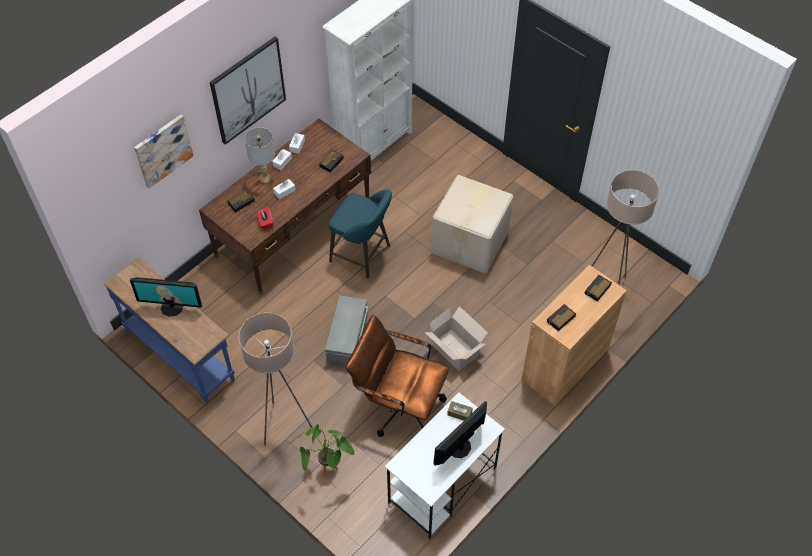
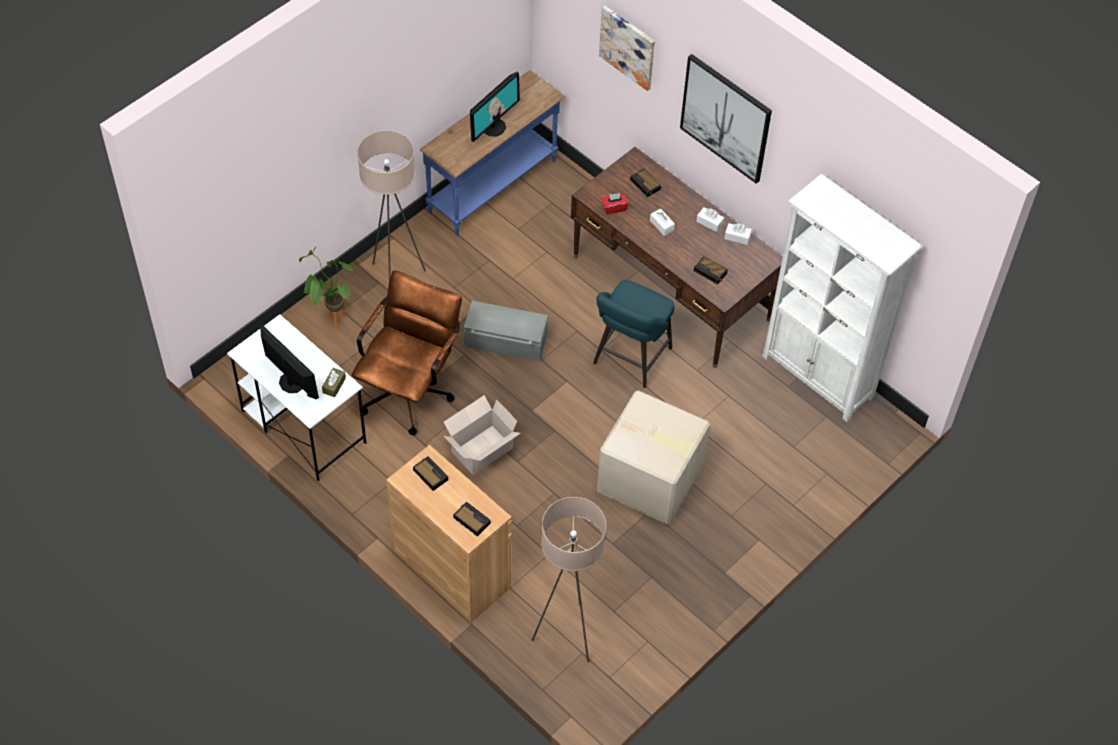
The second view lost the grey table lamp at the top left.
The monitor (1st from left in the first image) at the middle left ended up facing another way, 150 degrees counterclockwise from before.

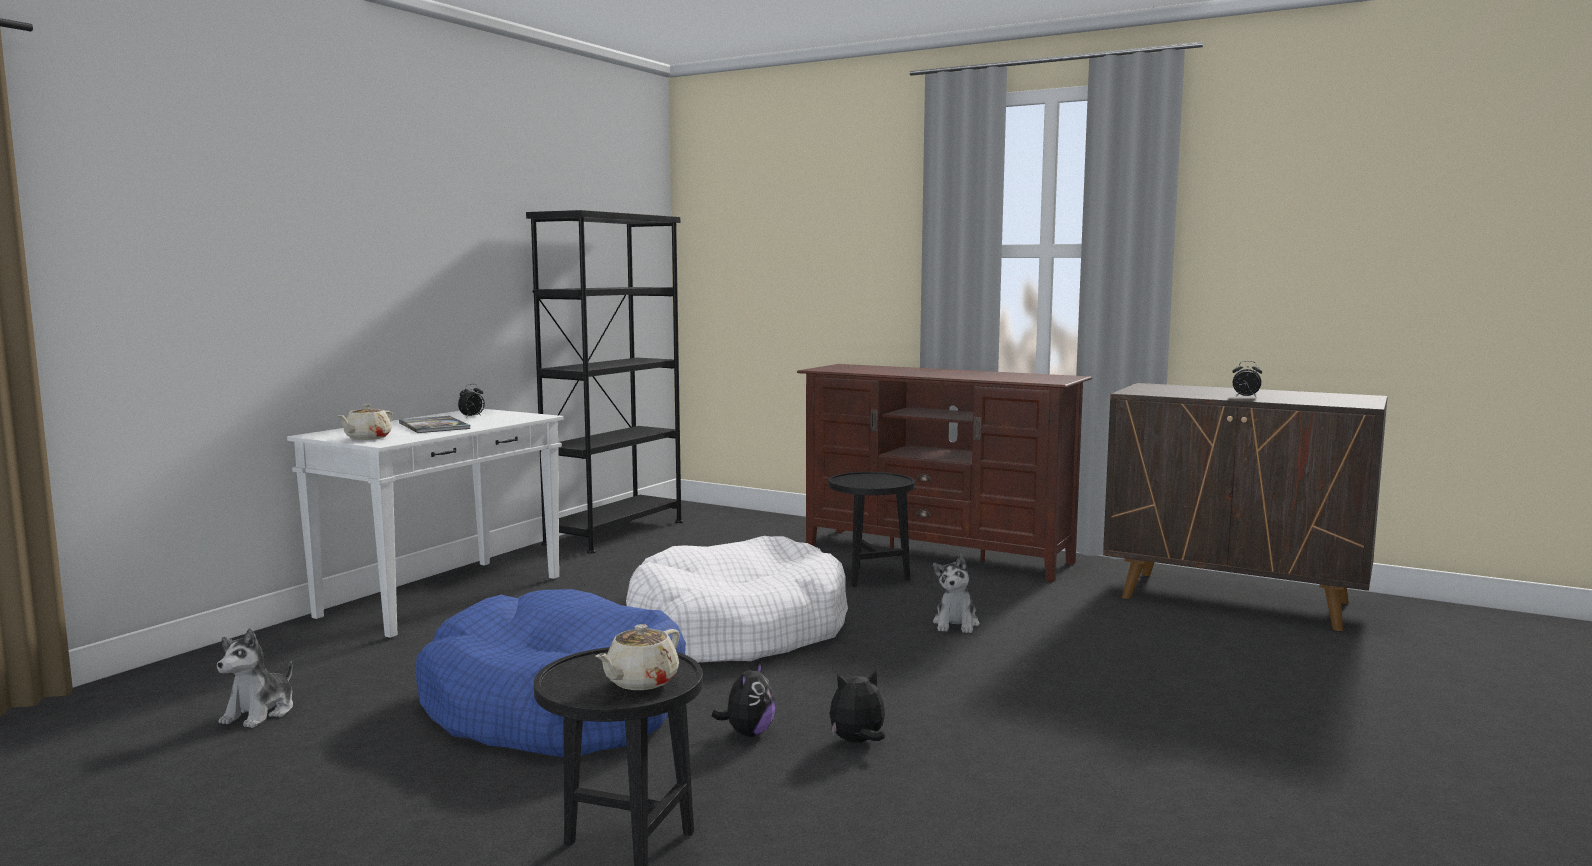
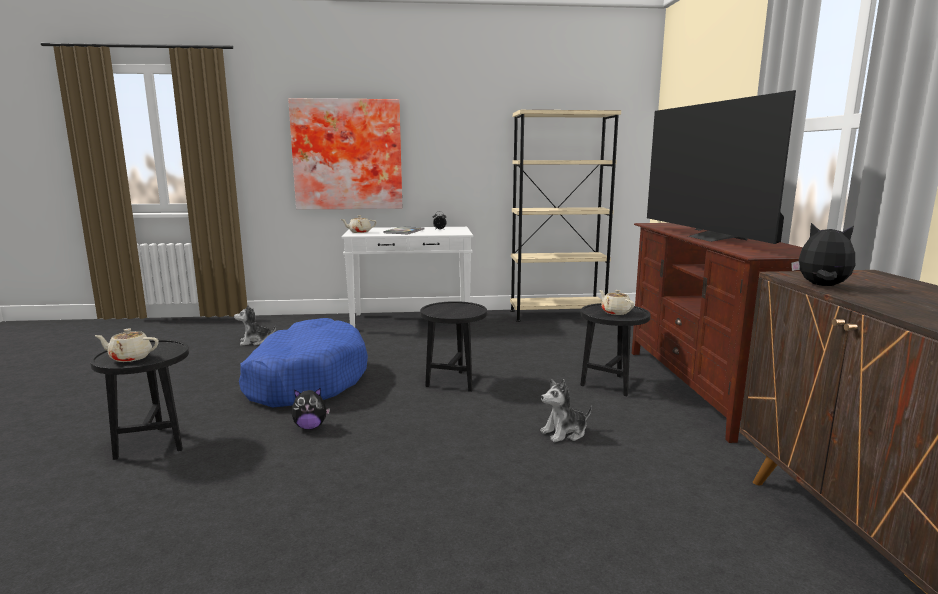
The second view lost the alarm clock (2nd from left) at the middle right.
The second view gained the picture at the top centre.
The second view gained the beige teapot (3rd from left) at the centre.
The second view gained the television at the top right.
The plush toy (3rd from left in the first image) ended up elsewhere, having gone from the bottom centre to the middle right.
Where the white dog bed stood at the bottom centre, the black side table (2nd from left) came to stand at the centre.
What was the black bookcase at the centre turned into the beige bookcase at the centre.

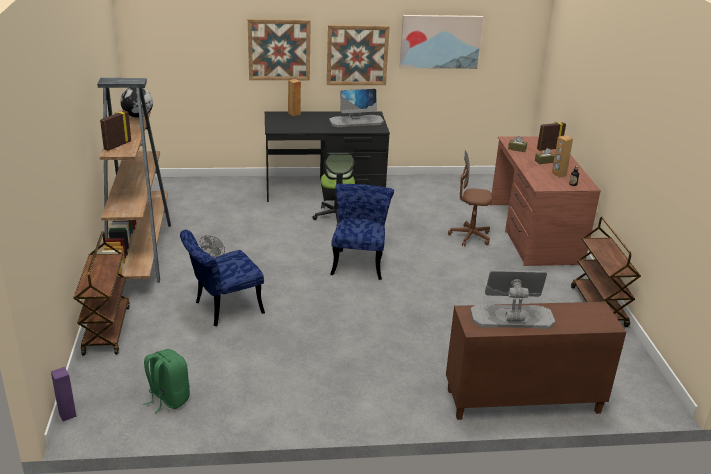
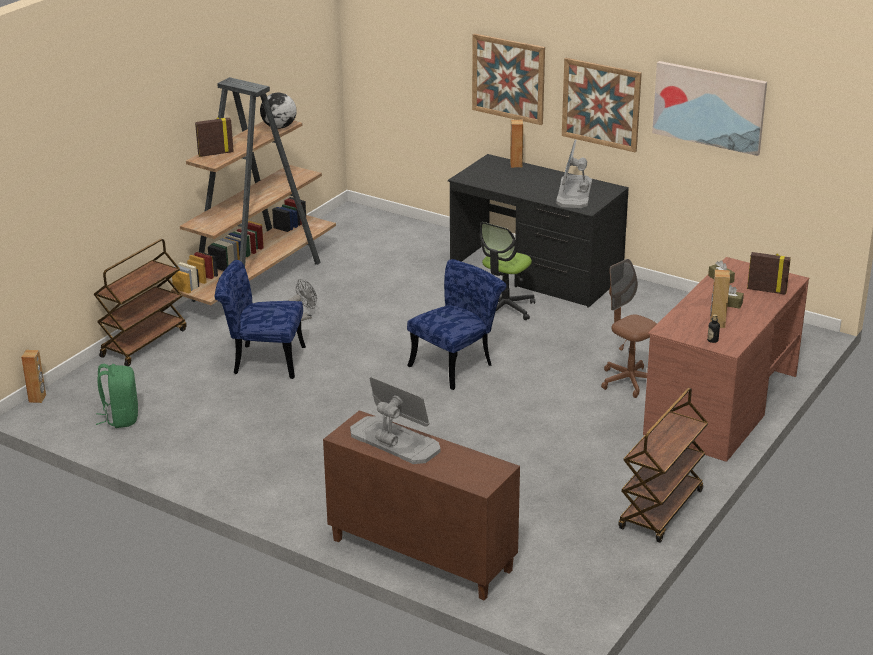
What was the purple speaker at the bottom left turned into the brown speaker (1st from left) at the middle left.
The monitor (1st from left in the first image) at the top centre ended up facing another way, 75 degrees clockwise from before.

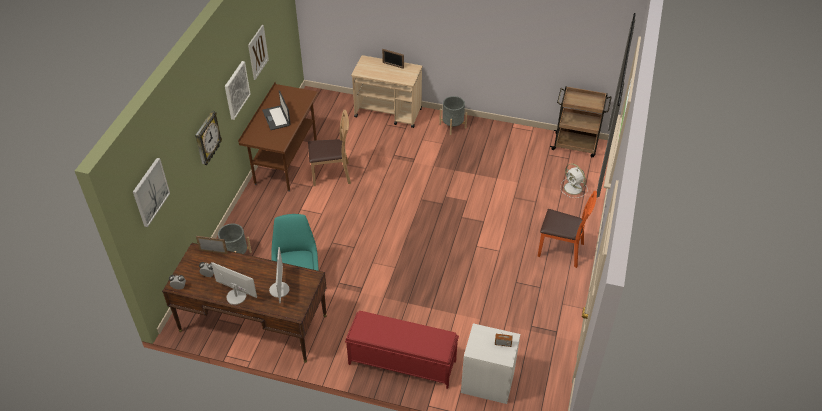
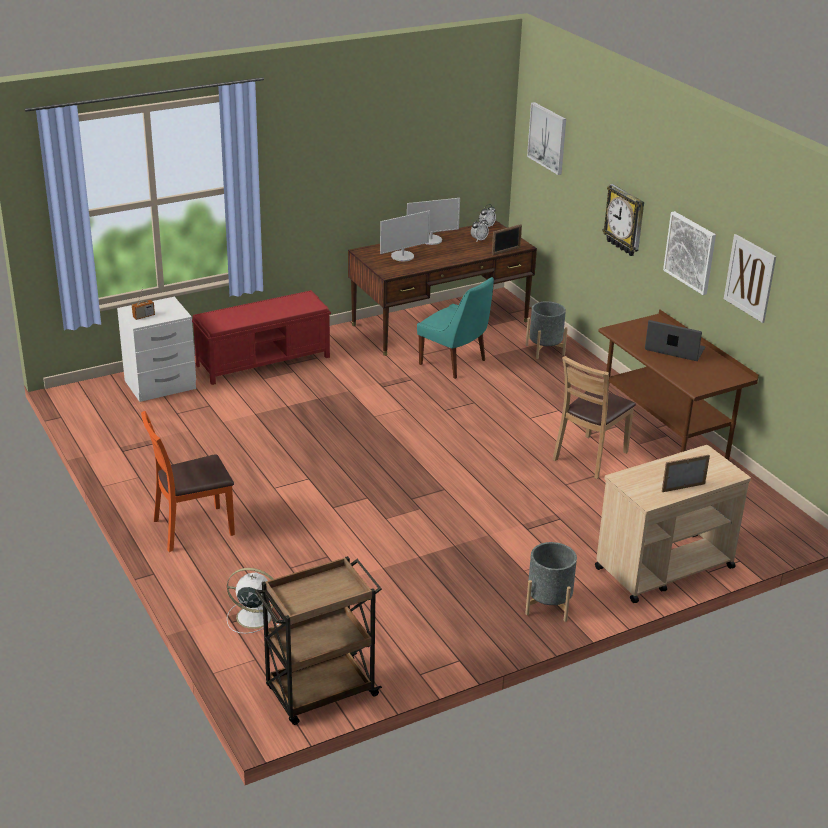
The monitor (2nd from left in the first image) at the bottom centre ended up facing another way, 75 degrees counterclockwise from before.

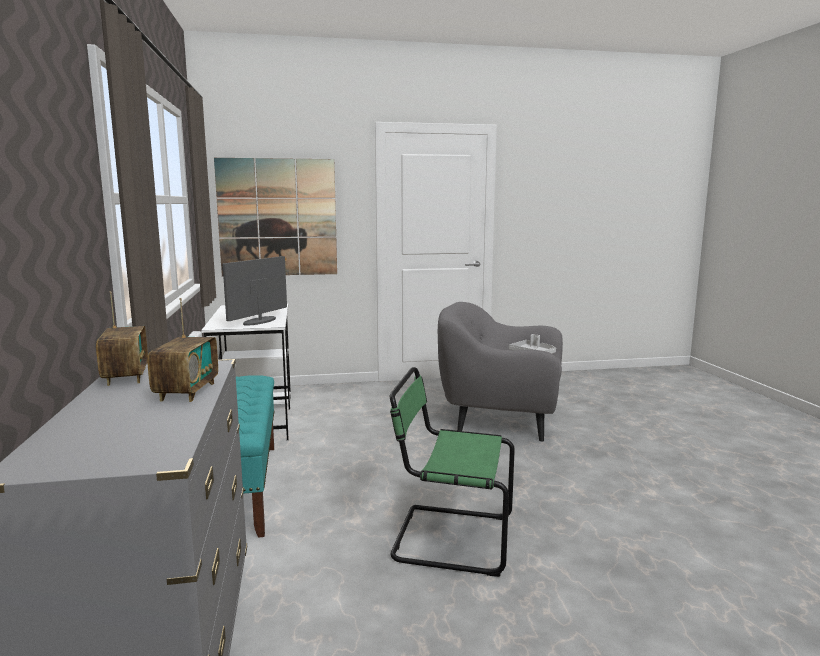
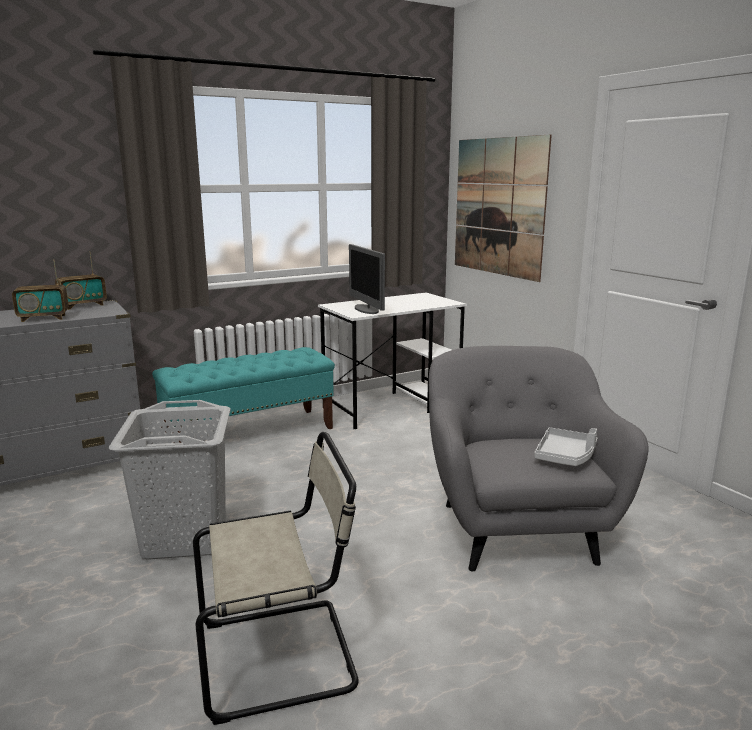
The second view gained the beige chair at the bottom centre.
Where the green chair stood at the bottom centre, the grey laundry basket came to stand at the middle left.
The monitor at the middle left ended up facing another way, 120 degrees counterclockwise from before.

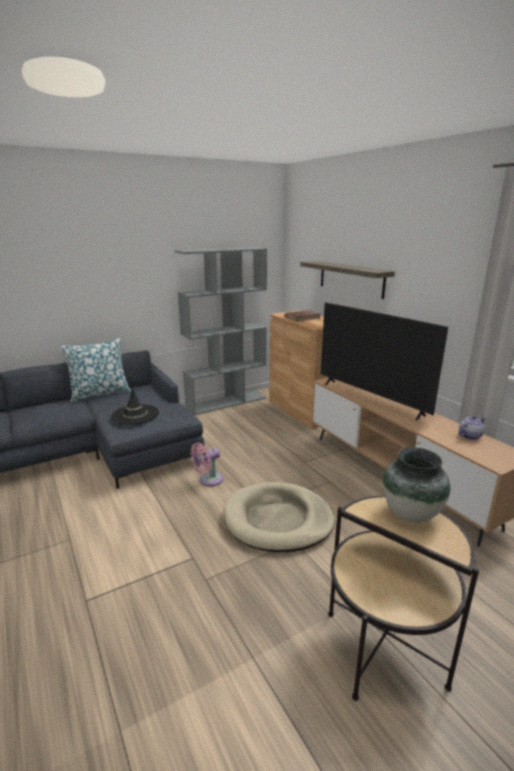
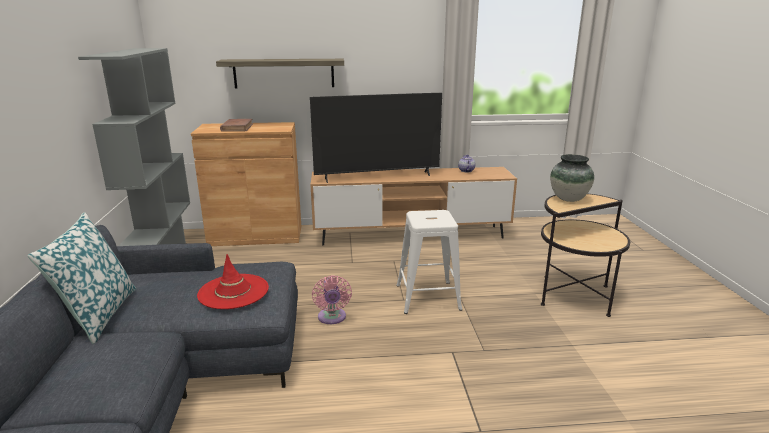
Where the beige dog bed stood at the bottom centre, the white stool came to stand at the centre.
What was the black hat at the middle left turned into the red hat at the middle left.

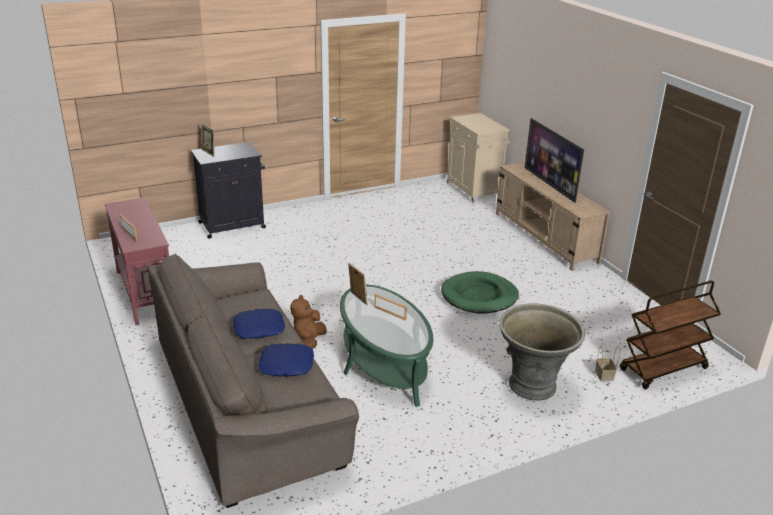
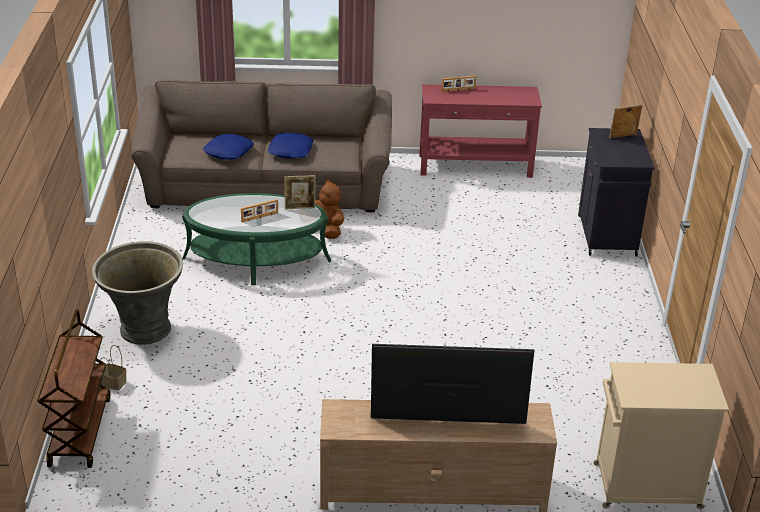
The second view lost the green dog bed at the centre.

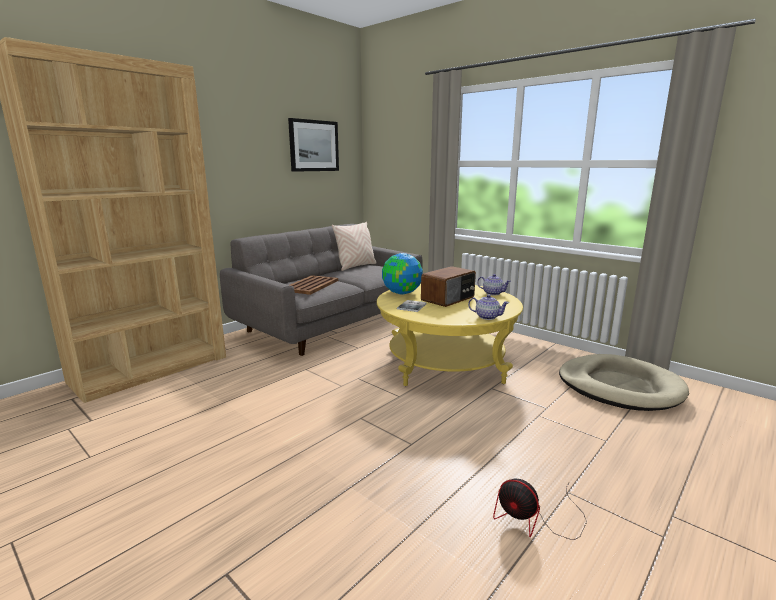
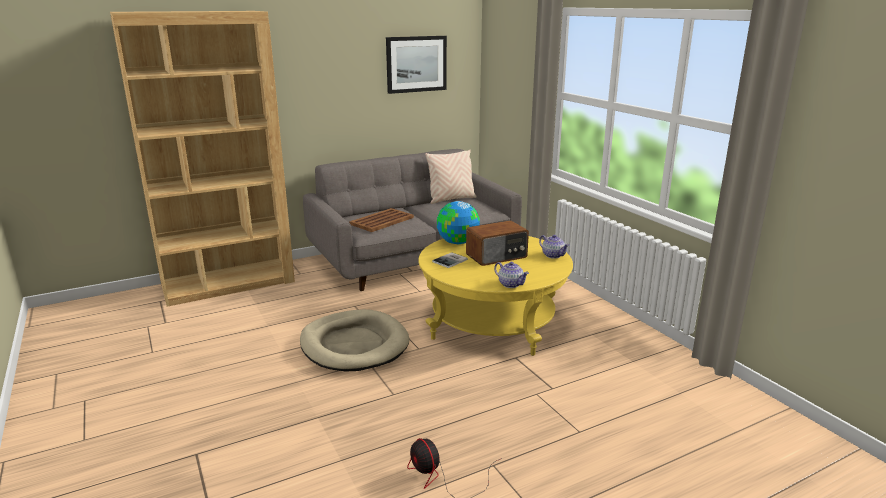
The beige dog bed ended up elsewhere, having gone from the middle right to the bottom centre.

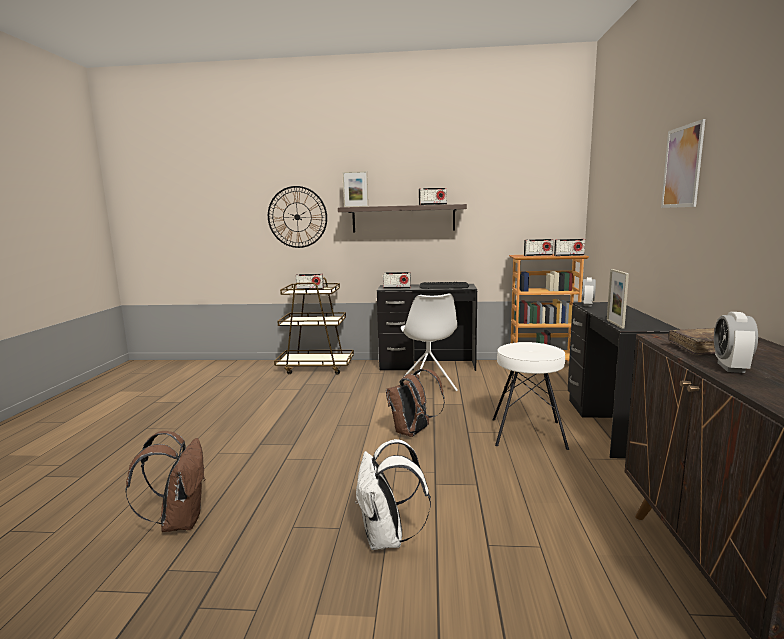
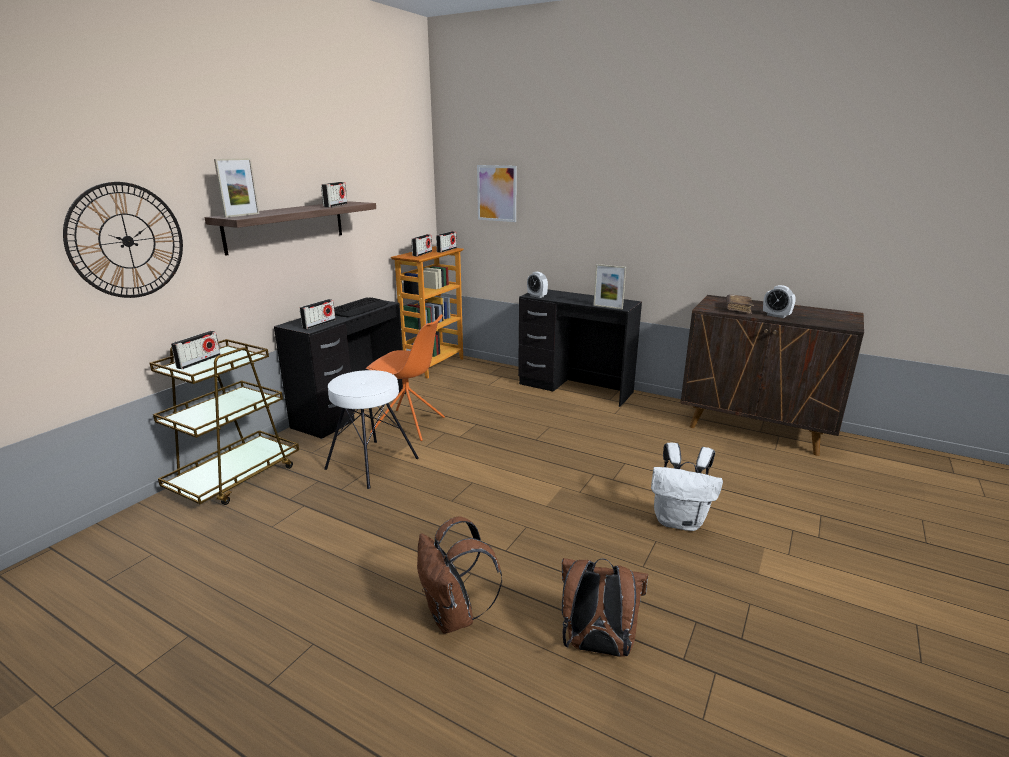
The brown backpack (2nd from left in the first image) ended up elsewhere, having gone from the centre to the bottom centre.
The white stool ended up elsewhere, having gone from the middle right to the centre.
The picture ended up elsewhere, having gone from the top right to the top centre.
What was the white chair at the centre turned into the orange chair at the centre.

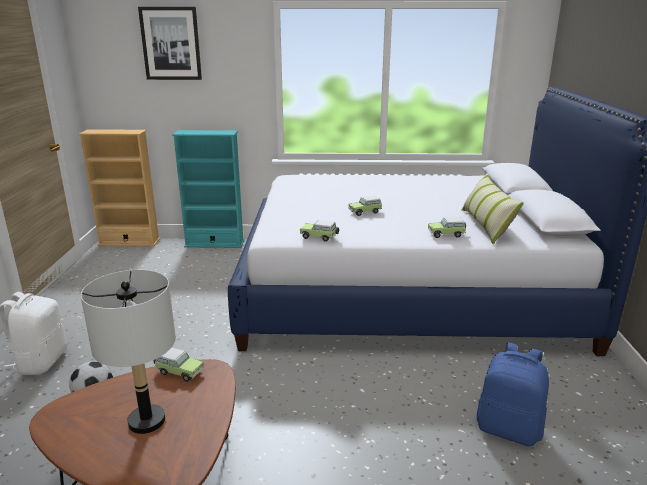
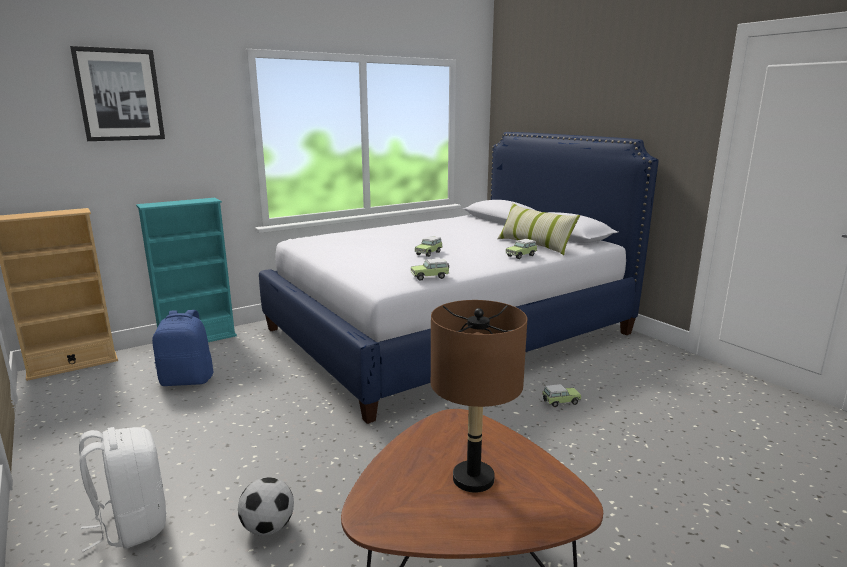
The toy car (1st from left in the first image) ended up elsewhere, having gone from the bottom left to the bottom centre.
The blue backpack ended up elsewhere, having gone from the bottom right to the middle left.
What was the grey table lamp at the bottom left turned into the brown table lamp at the bottom centre.

